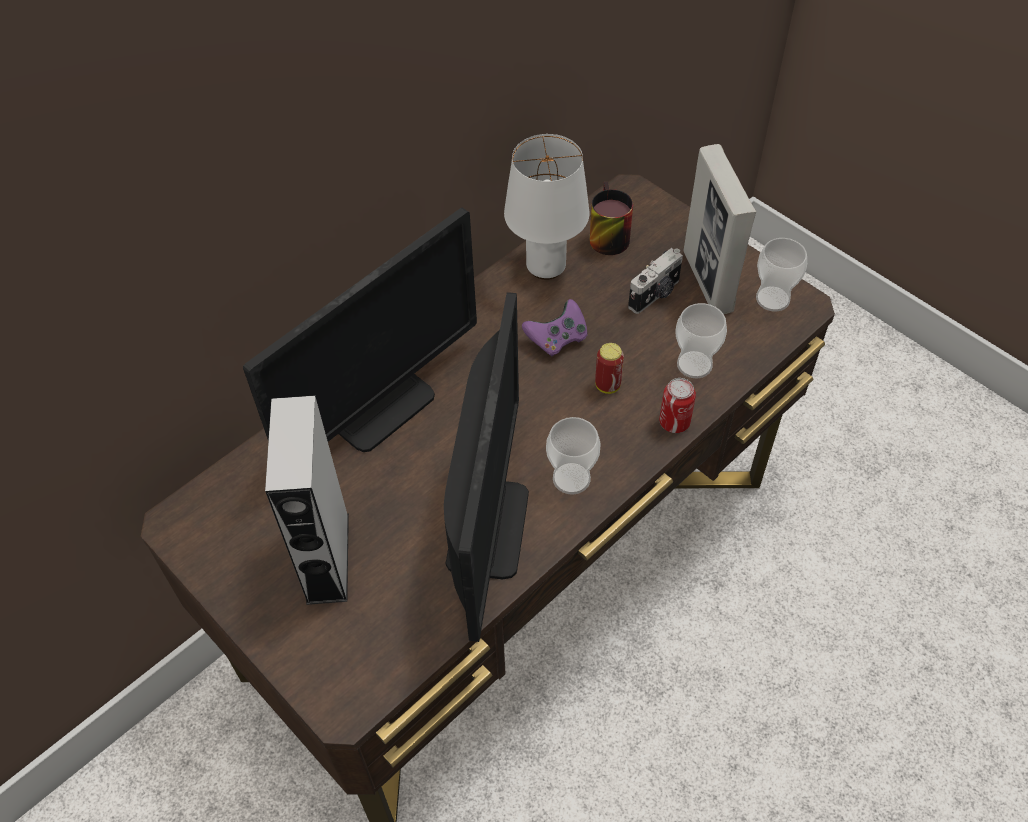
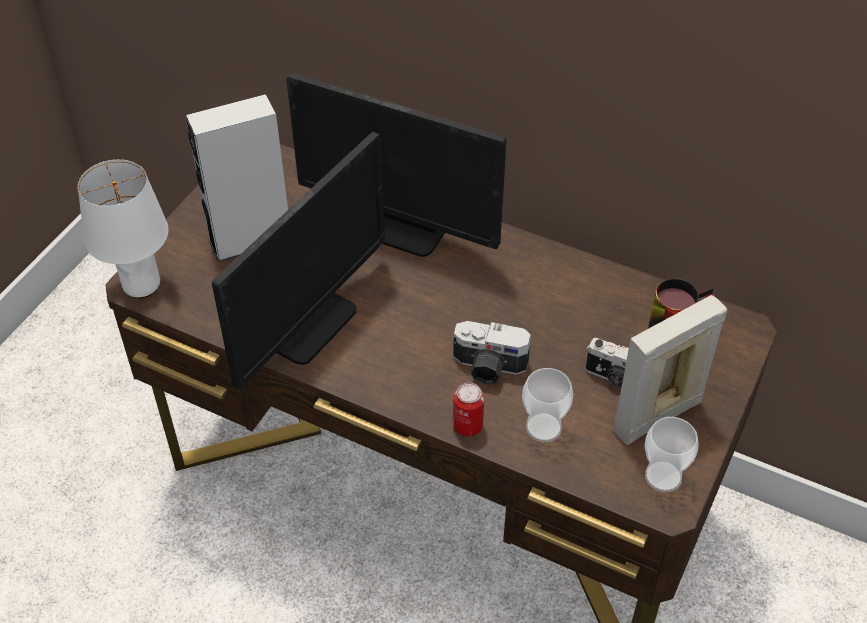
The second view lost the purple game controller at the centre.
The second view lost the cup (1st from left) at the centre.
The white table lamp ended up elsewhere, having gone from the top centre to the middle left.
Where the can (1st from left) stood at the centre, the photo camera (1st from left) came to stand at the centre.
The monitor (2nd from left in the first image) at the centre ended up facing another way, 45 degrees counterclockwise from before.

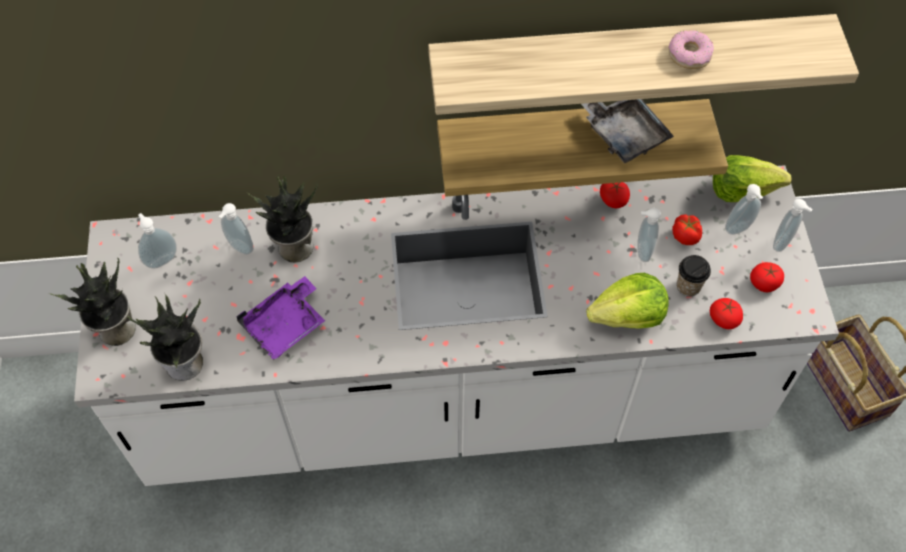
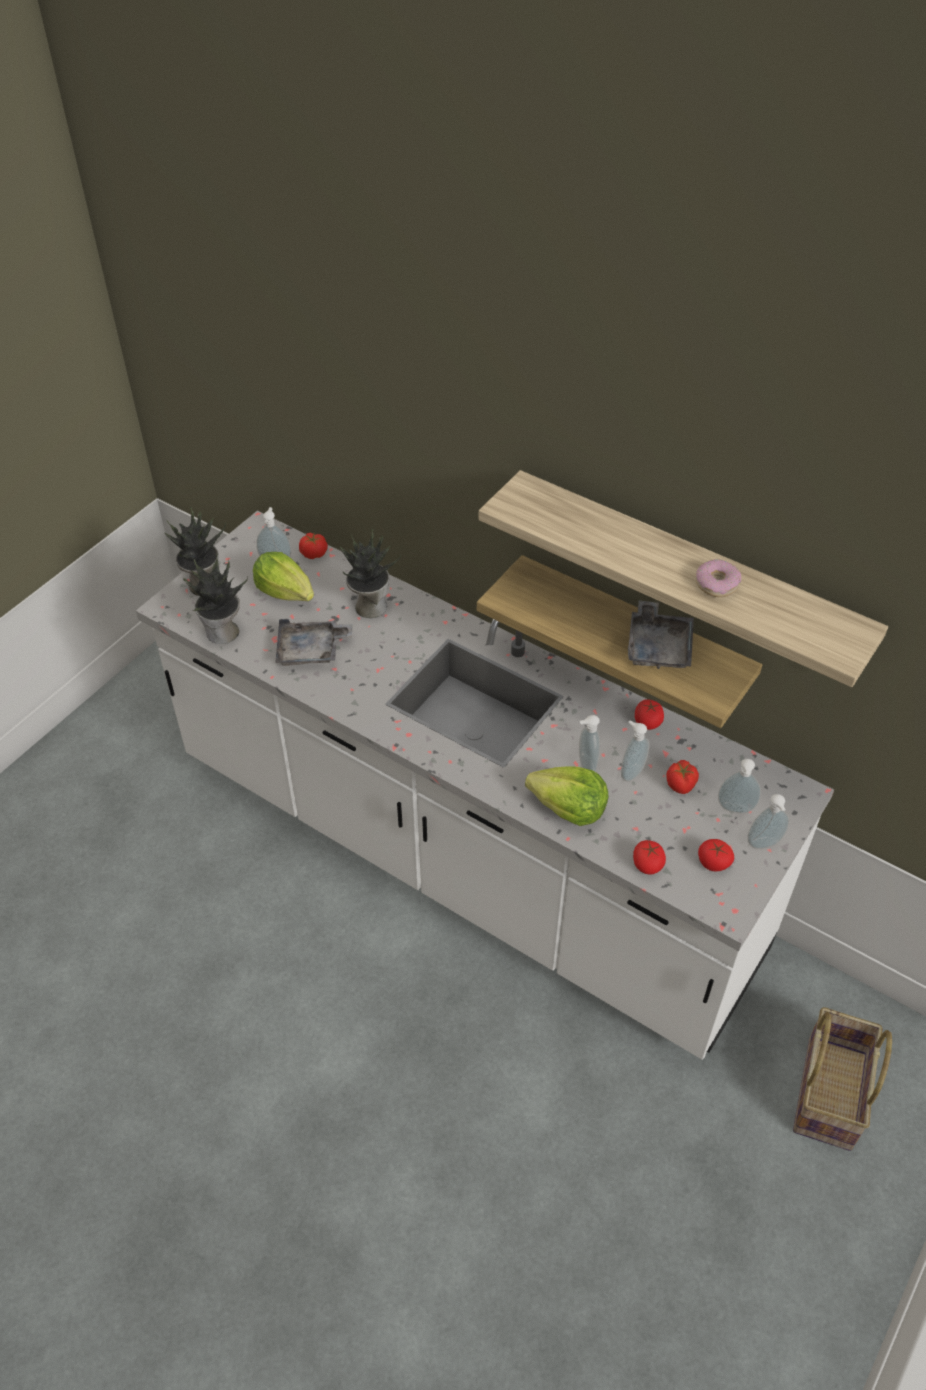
The second view lost the cup at the middle right.
The second view gained the tomato (1st from left) at the centre.
The soap dispenser (2nd from left) ended up elsewhere, having gone from the middle left to the centre.
The lettuce (2nd from left in the first image) ended up elsewhere, having gone from the top right to the middle left.
What was the purple tray at the middle left turned into the grey tray (1st from left) at the centre.

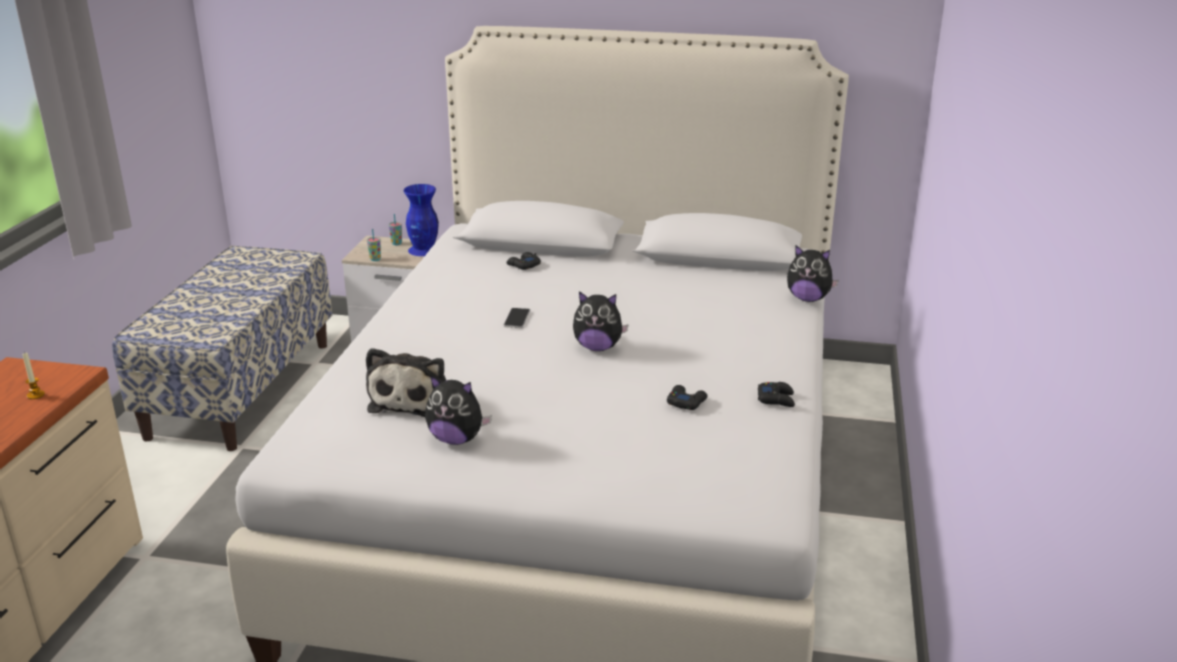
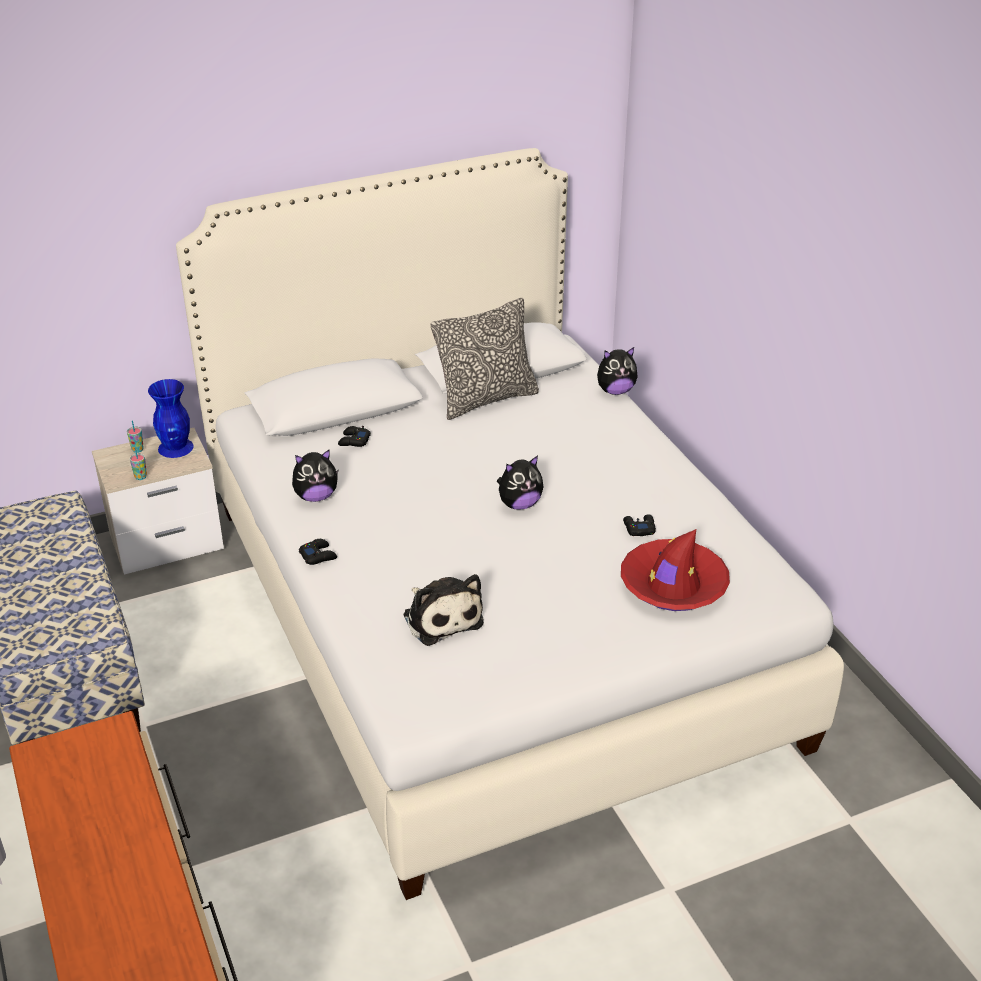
The second view lost the candle at the middle left.
The second view lost the phone at the centre.
The second view gained the pillow at the centre.
The second view gained the red hat at the middle right.
The plush toy (2nd from left in the first image) ended up elsewhere, having gone from the centre to the middle left.
The black game controller (3rd from left in the first image) ended up elsewhere, having gone from the centre to the middle left.

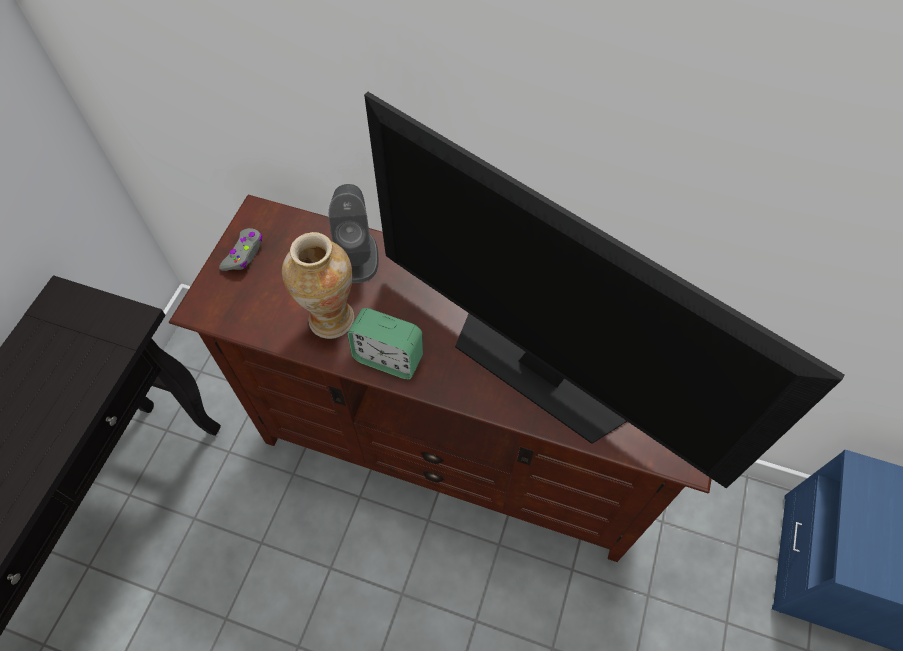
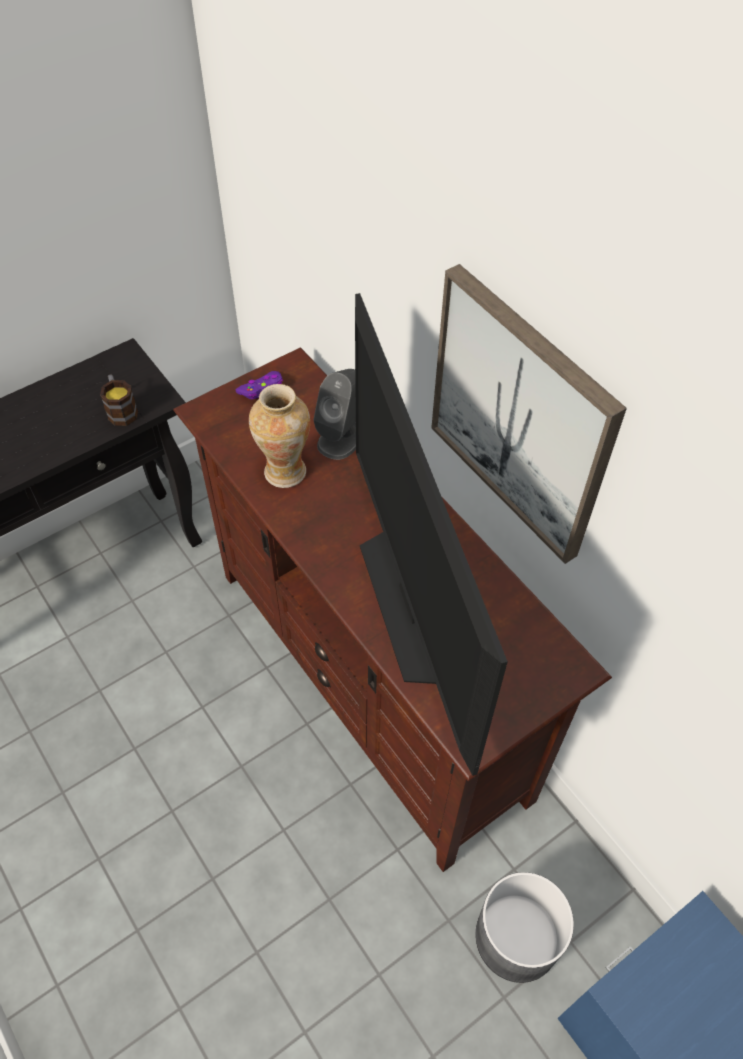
The second view lost the alarm clock at the centre.
The second view gained the mug at the middle left.
The second view gained the picture at the middle right.
The second view gained the grey planter at the bottom right.
What was the grey game controller at the middle left turned into the purple game controller at the centre.

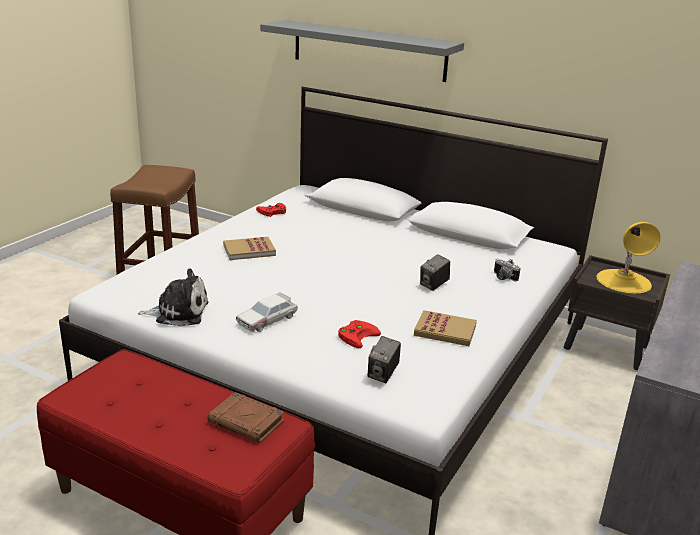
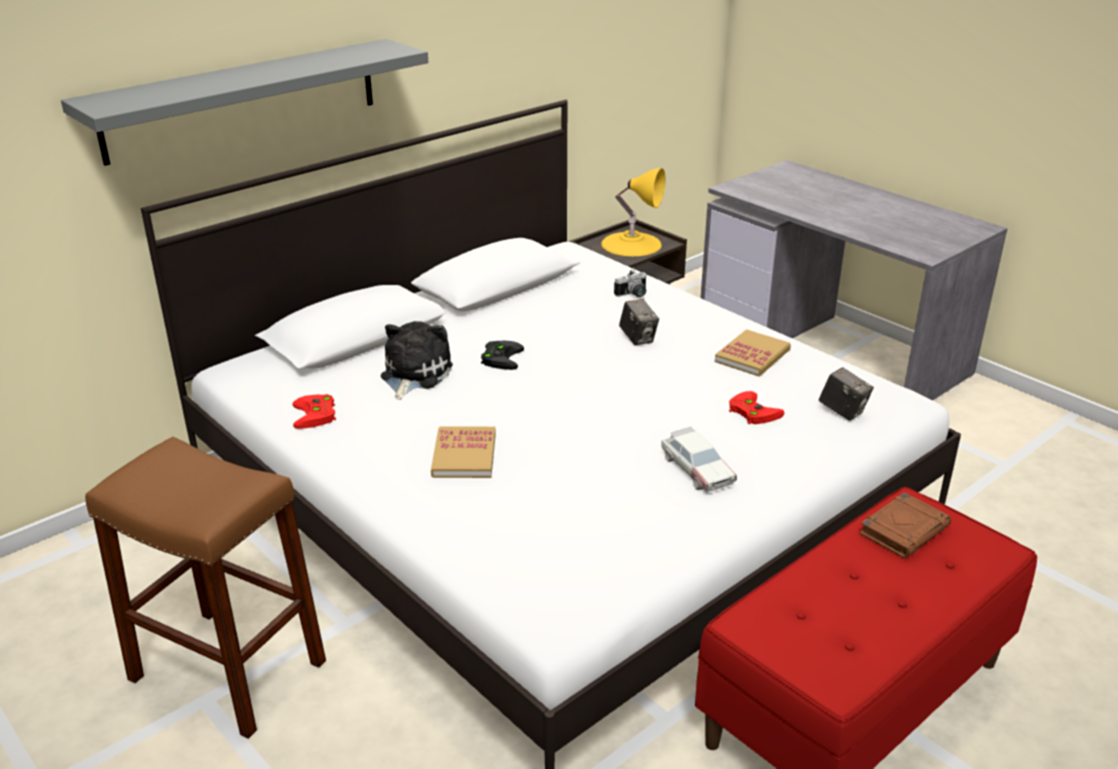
The second view gained the black game controller at the centre.
The plush toy ended up elsewhere, having gone from the middle left to the centre.

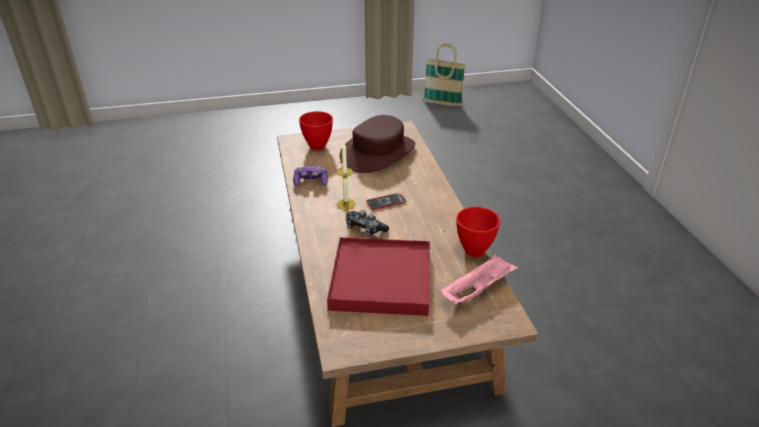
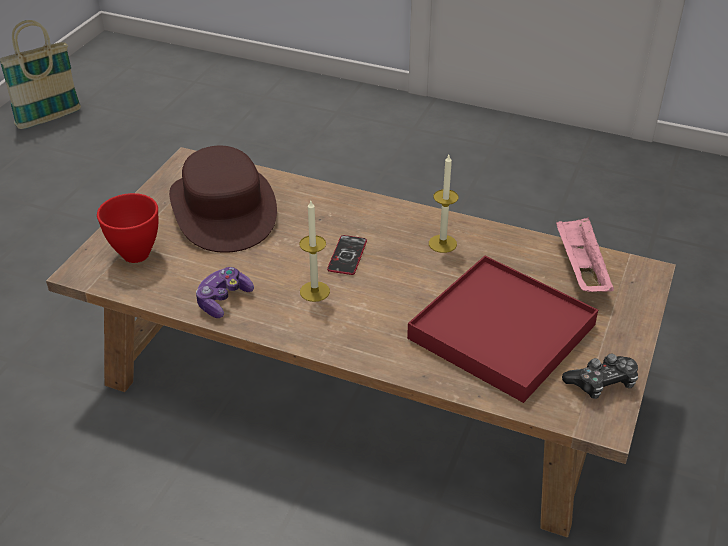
The second view lost the red bowl (2nd from left) at the centre.
The second view gained the candle (2nd from left) at the centre.
The game controller (2nd from left) ended up elsewhere, having gone from the centre to the bottom right.

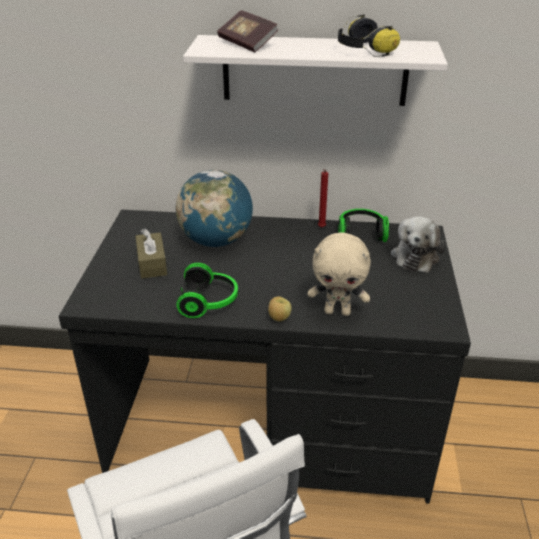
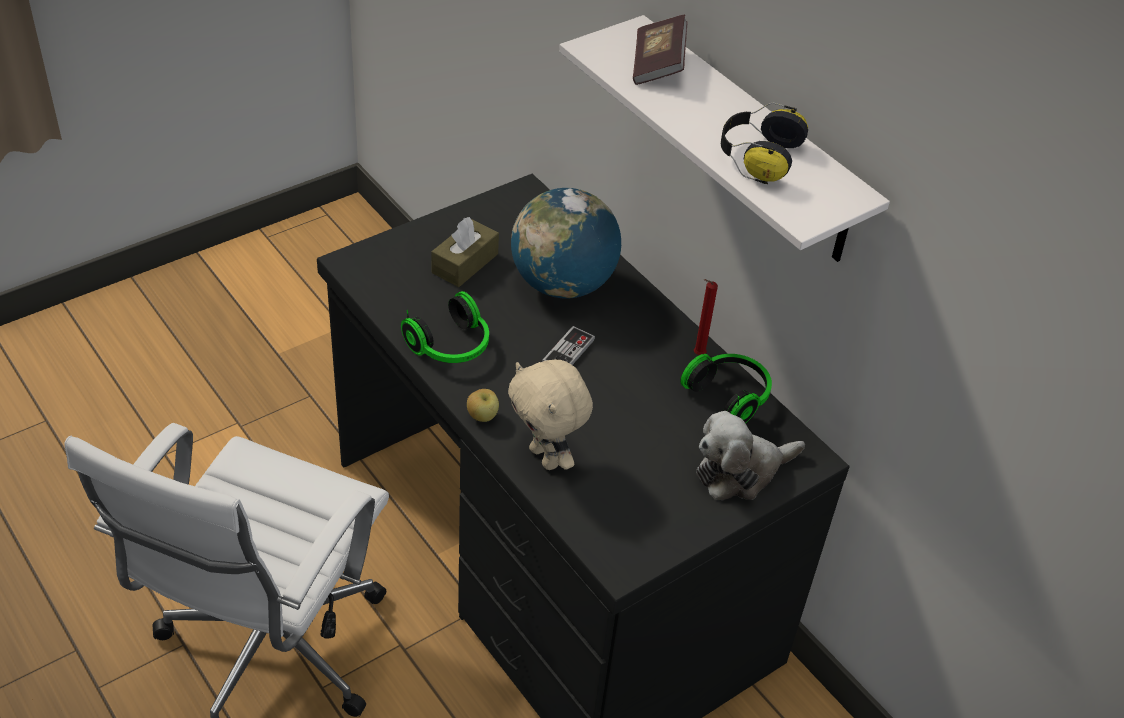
The second view gained the game controller at the centre.

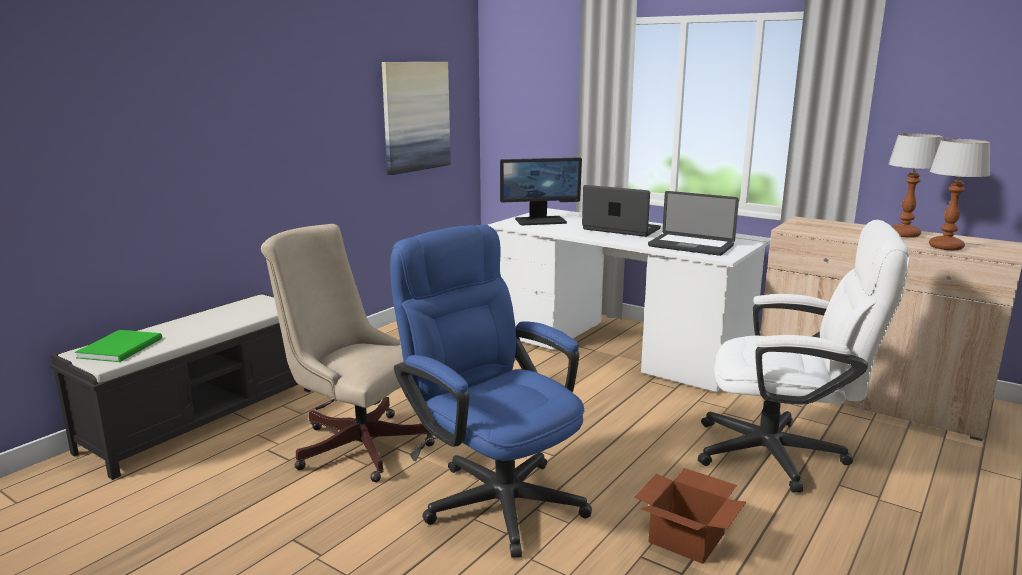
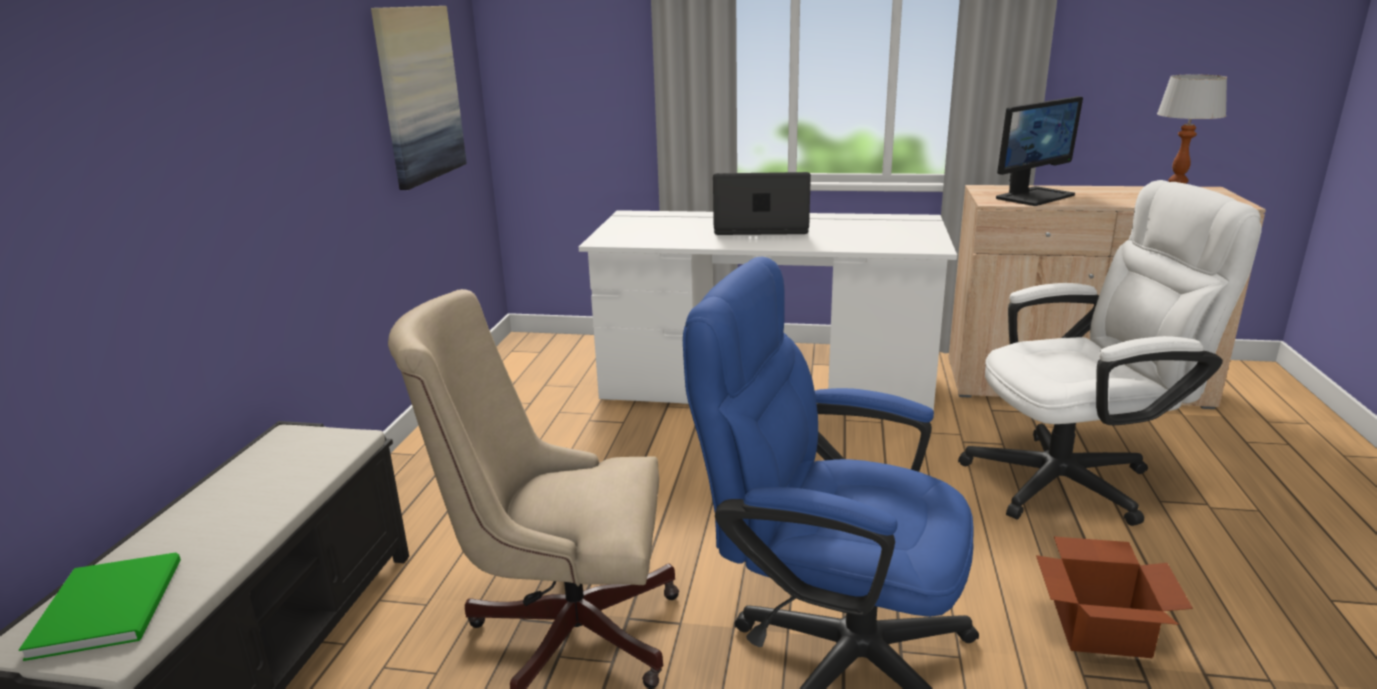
The second view lost the laptop (2nd from left) at the middle right.
The second view lost the table lamp (1st from left) at the top right.
The monitor ended up elsewhere, having gone from the top centre to the top right.

